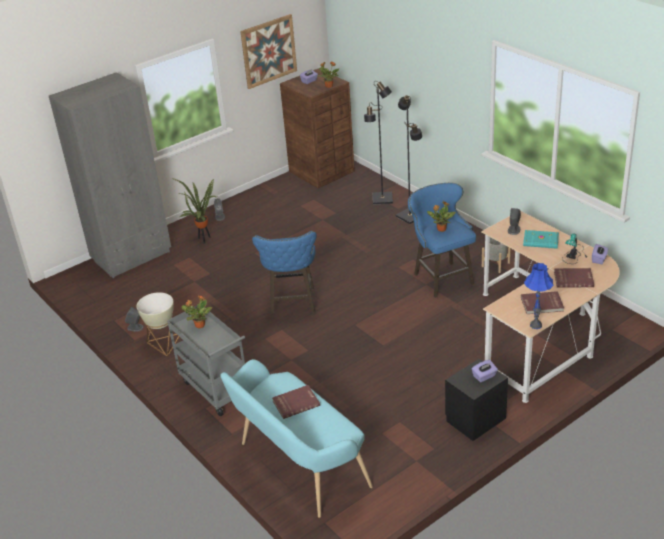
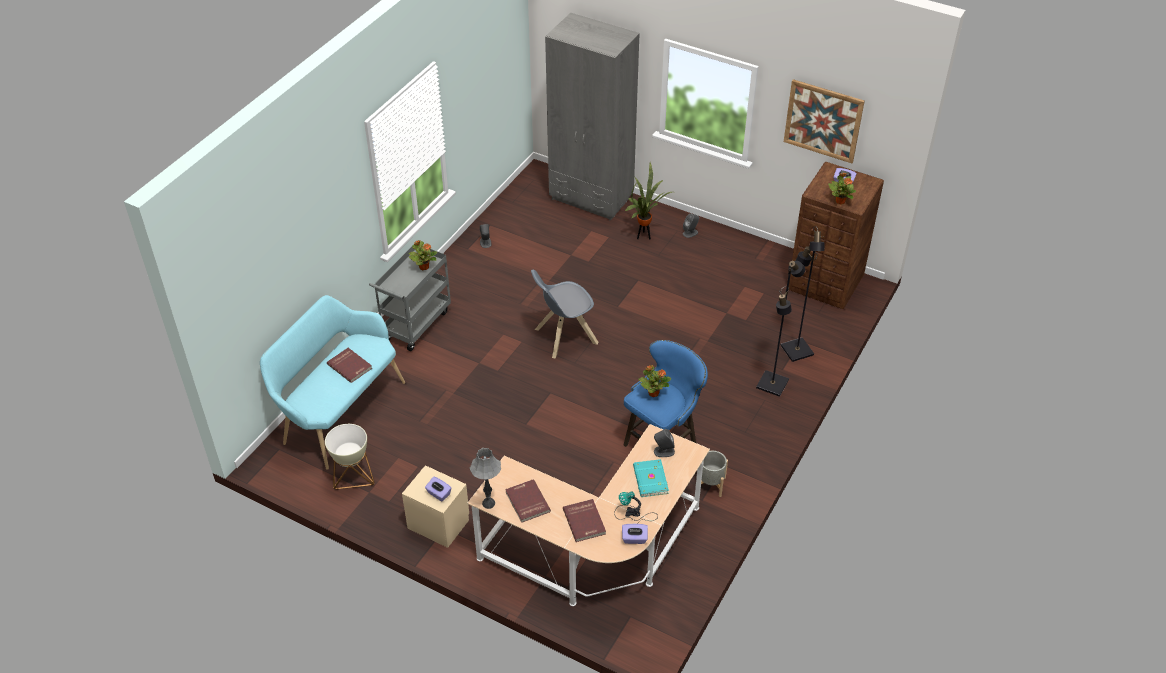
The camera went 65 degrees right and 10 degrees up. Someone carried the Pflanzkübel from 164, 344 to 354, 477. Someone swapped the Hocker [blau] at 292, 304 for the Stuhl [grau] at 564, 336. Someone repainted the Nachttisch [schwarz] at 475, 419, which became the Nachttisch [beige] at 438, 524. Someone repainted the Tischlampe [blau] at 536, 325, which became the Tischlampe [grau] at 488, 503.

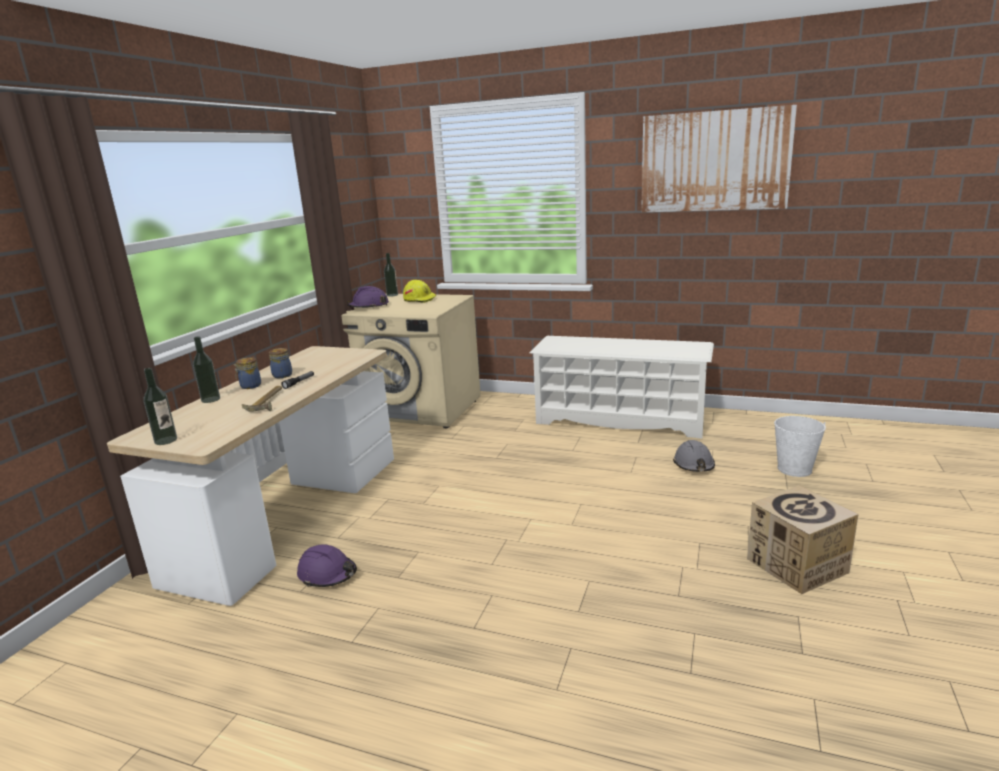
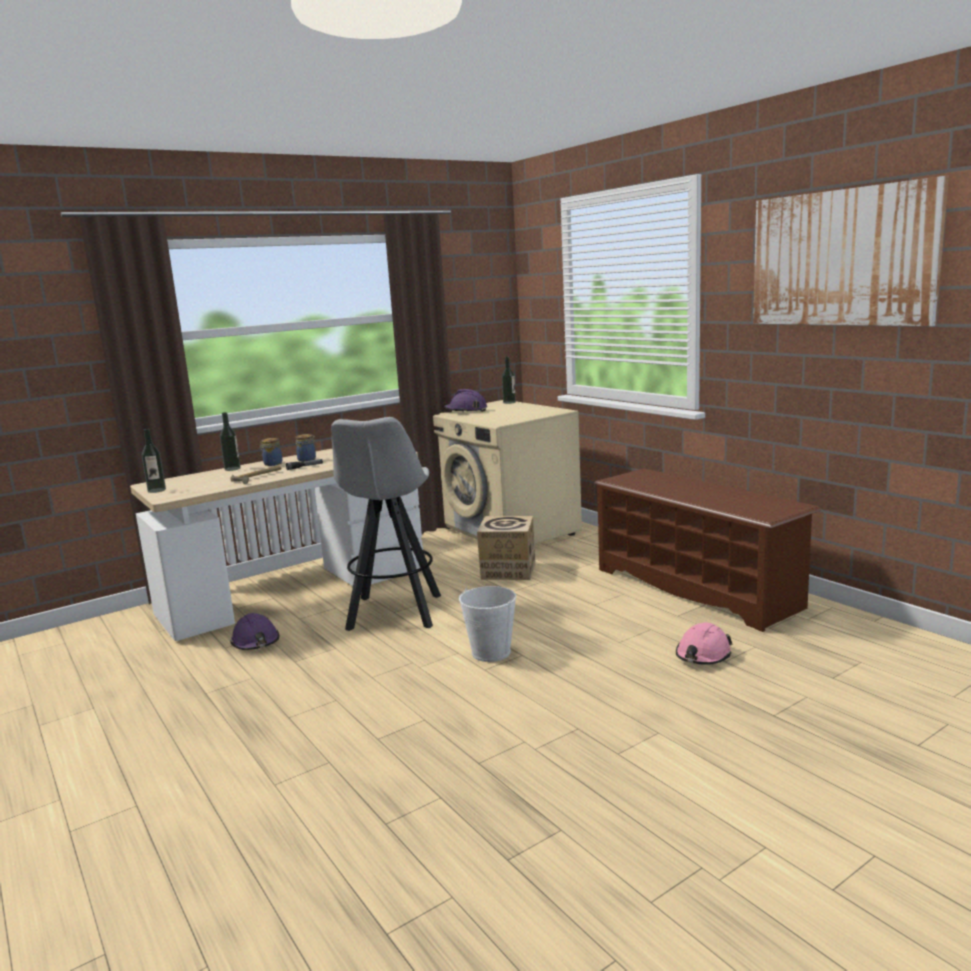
The camera went 35 degrees right and 5 degrees down. Someone took away the Schutzhelm [gelb] at 420, 299. Someone put down the Hocker [grau] at 393, 613. Someone carried the Karton from 797, 565 to 508, 570. Someone carried the Eimer [weiß] from 794, 469 to 491, 652. Someone repainted the Schuhregal [weiß] at 620, 420, which became the Schuhregal [braun] at 697, 588. Someone repainted the Schutzhelm [grau] at 694, 465, which became the Schutzhelm [rosa] at 703, 655.

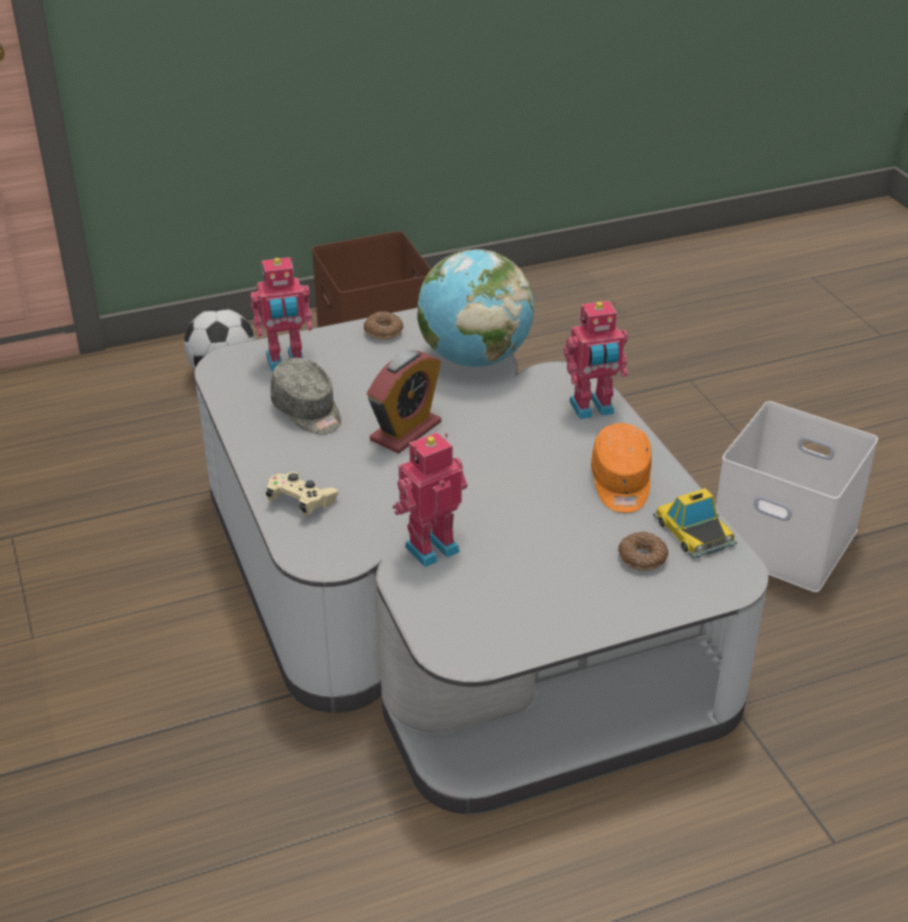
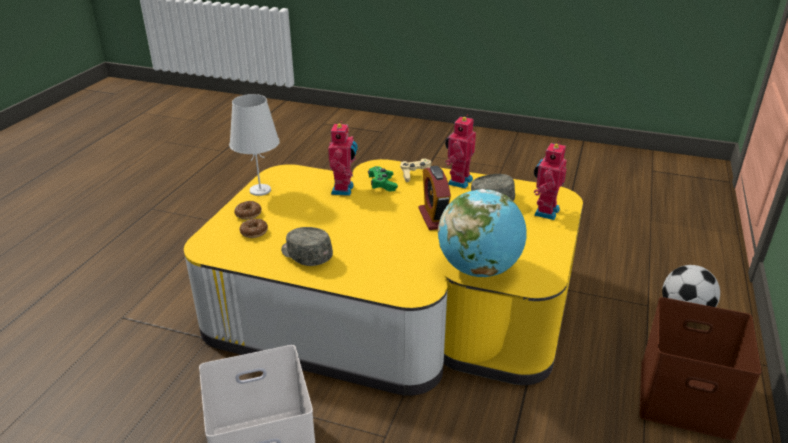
The camera went 130 degrees right and 5 degrees down. Someone took away the Spielzeugauto at 694, 531. Someone put down the Tischlampe [weiß] at 260, 190. Someone put down the Gamepad [grün] at 382, 184. Someone carried the Donut from 383, 332 to 248, 214. Someone carried the Spielzeugroboter from 592, 409 to 458, 181. Someone repainted the Couchtisch [grau] at 453, 585, which became the Couchtisch [gelb] at 394, 301. Someone repainted the Kappe [orange] at 621, 483, which became the Kappe [grau] at 305, 255.

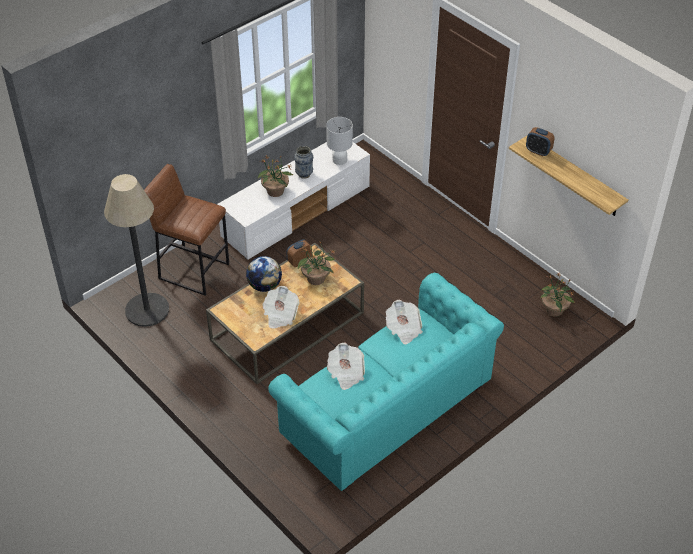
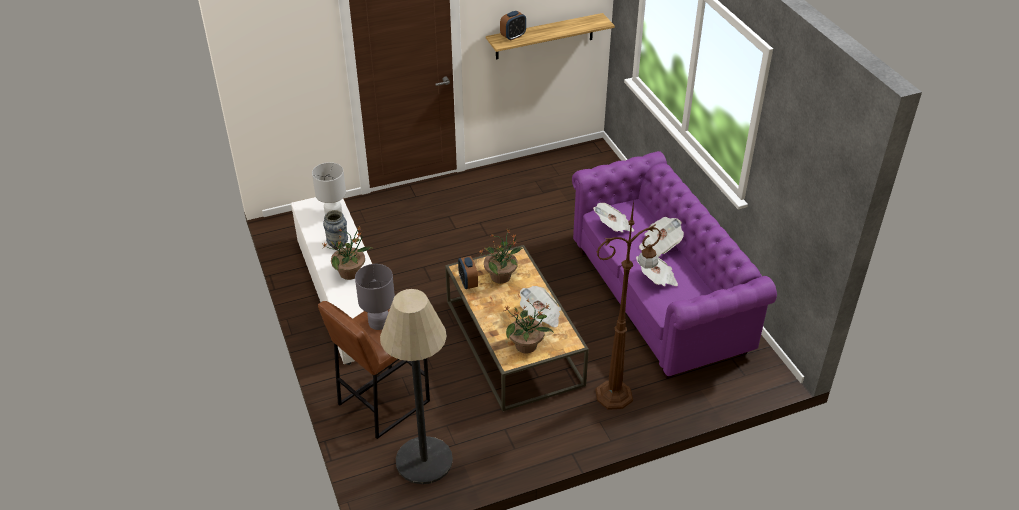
The camera went 70 degrees left and 5 degrees down. Someone took away the Globus at 264, 286. Someone put down the Tischlampe [grau] at 379, 322. Someone put down the Stehlampe [braun] at 616, 395. Someone put down the Zeitung at 659, 245. Someone carried the Topfpflanze from 554, 310 to 527, 346. Someone repainted the Sofa [türkis] at 386, 411, which became the Sofa [lila] at 658, 299.

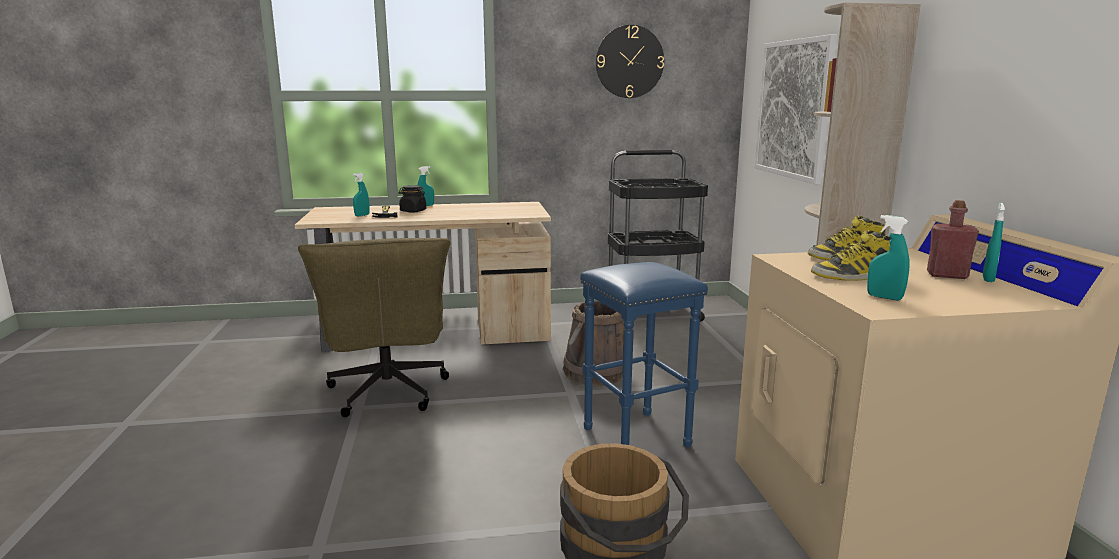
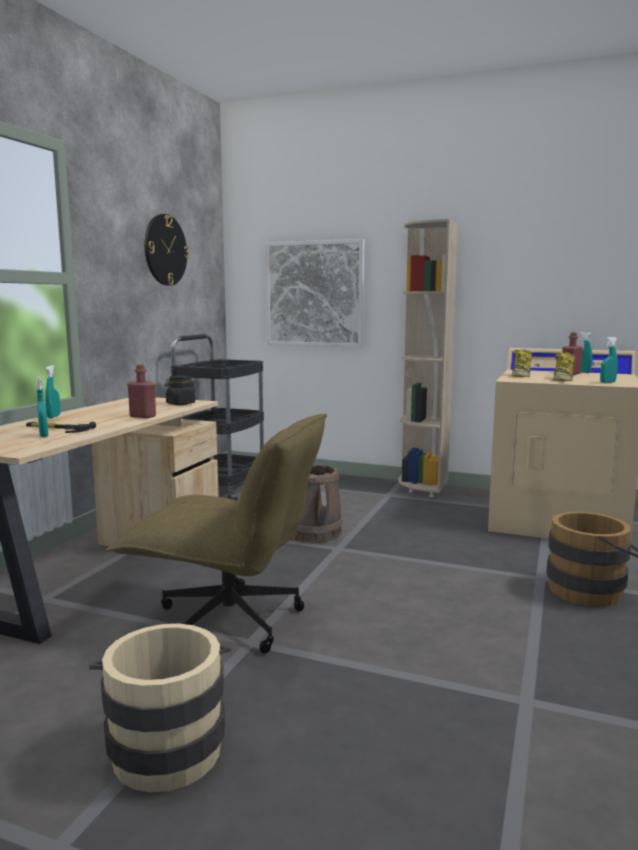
The camera went 60 degrees left and 5 degrees down. Someone took away the Hocker [blau] at 639, 437. Someone put down the Eimer [beige] at 166, 745. Someone put down the Flasche [rot] at 143, 416. Someone carried the Vorratsglas [schwarz] from 413, 211 to 180, 404.

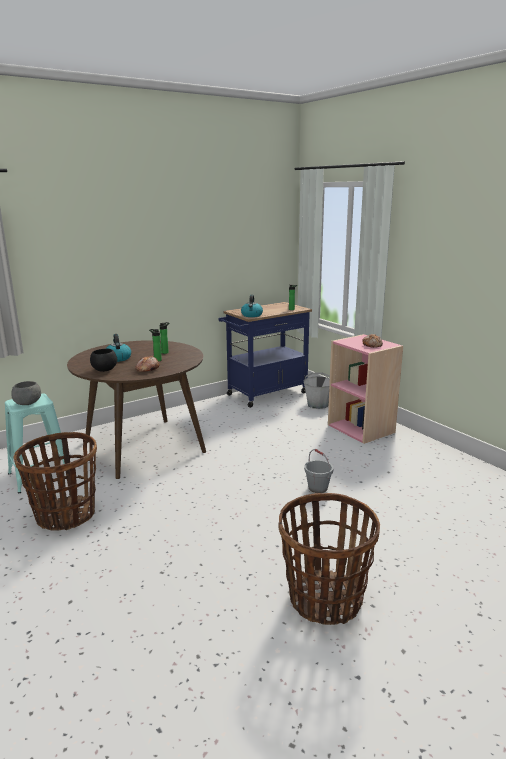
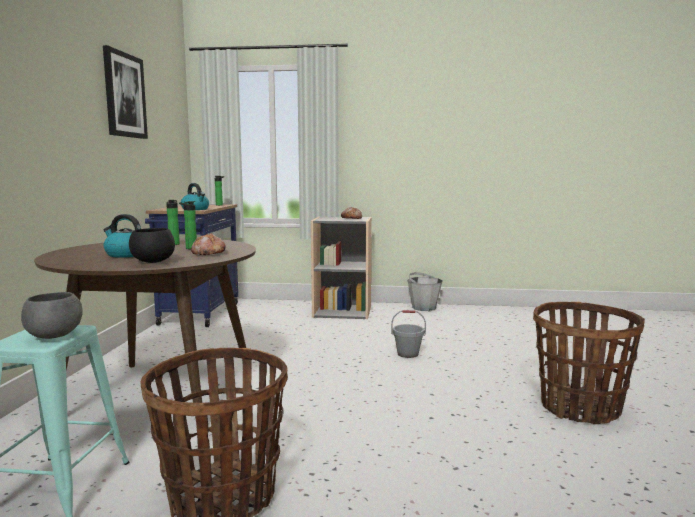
The camera went 50 degrees left and 10 degrees down. Someone put up the Bild at 124, 95. Someone carried the Eimer [grau] from 317, 404 to 424, 307. Someone repainted the Bücherregal [rosa] at 362, 429, which became the Bücherregal [grau] at 343, 311.

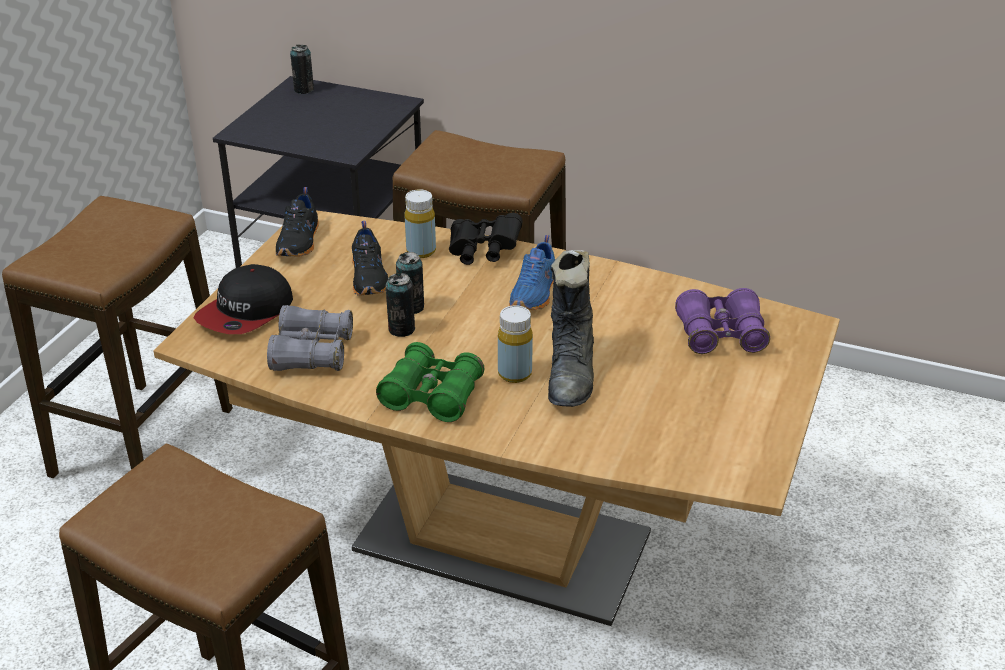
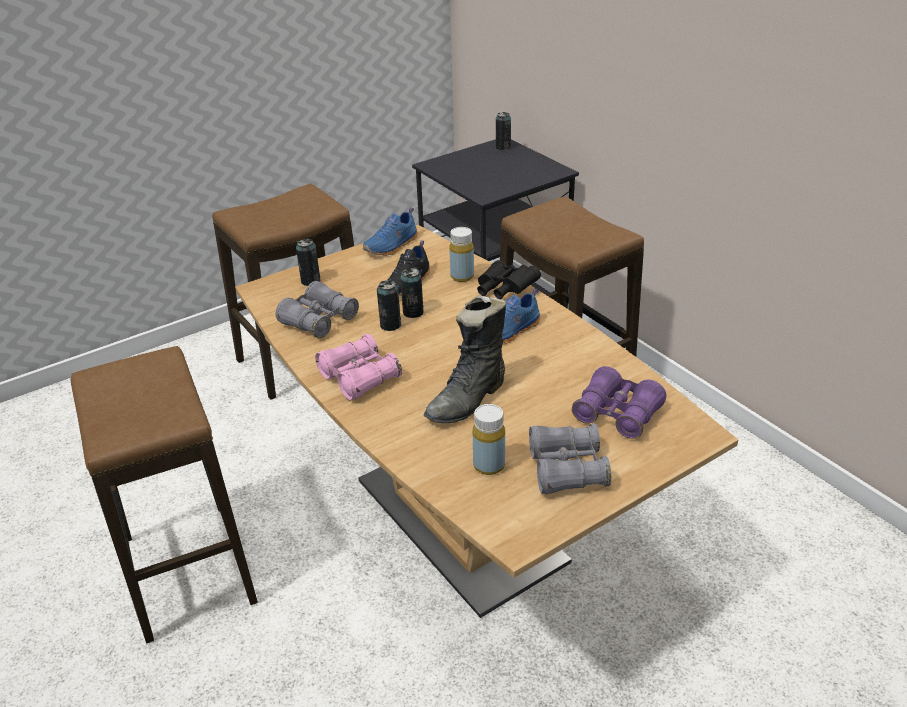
The camera went 35 degrees right and 0 degrees up. Someone put down the Fernglas [grau] at 567, 469. Someone carried the Flasche [gelb] from 514, 374 to 489, 465. Someone swapped the Kappe at 246, 312 for the Dose at 310, 281. Someone repainted the Schuh [schwarz] at 300, 242, which became the Schuh [blau] at 392, 246. Someone repainted the Fernglas [grün] at 432, 395, which became the Fernglas [rosa] at 359, 377.

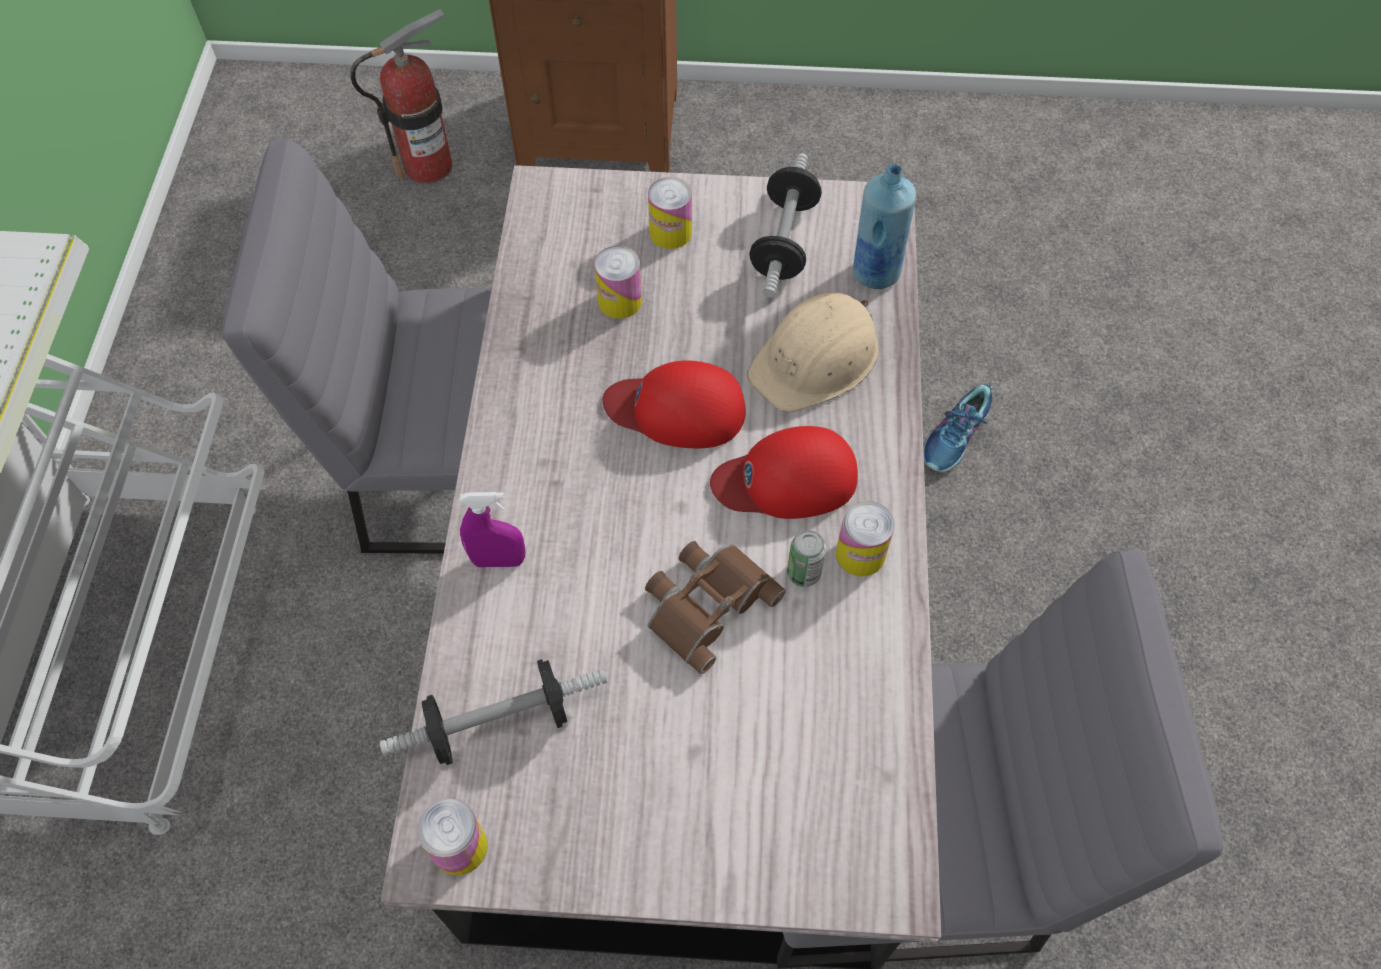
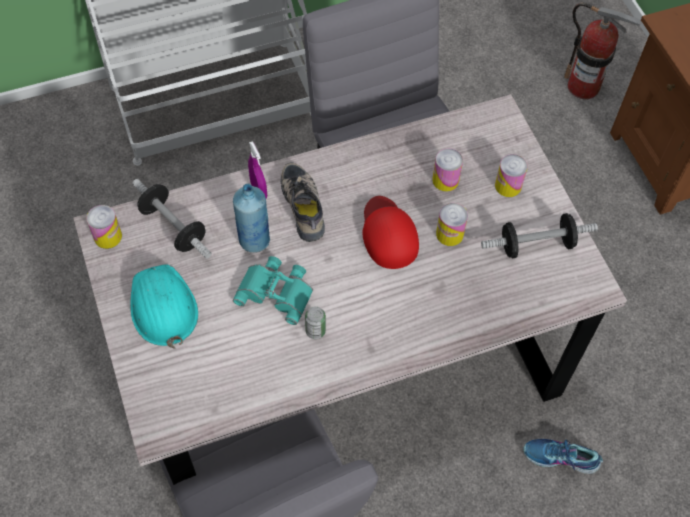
The camera went 65 degrees right and 0 degrees up. Someone took away the Kappe [rot] at 787, 479. Someone took away the Schutzhelm [beige] at 816, 359. Someone put down the Schutzhelm [türkis] at 163, 308. Someone put down the Schuh at 305, 206. Someone carried the Dose from 860, 554 to 449, 234. Someone carried the Flasche [blau] from 875, 272 to 254, 240. Someone repainted the Fernglas [braun] at 706, 602, which became the Fernglas [türkis] at 277, 291.

